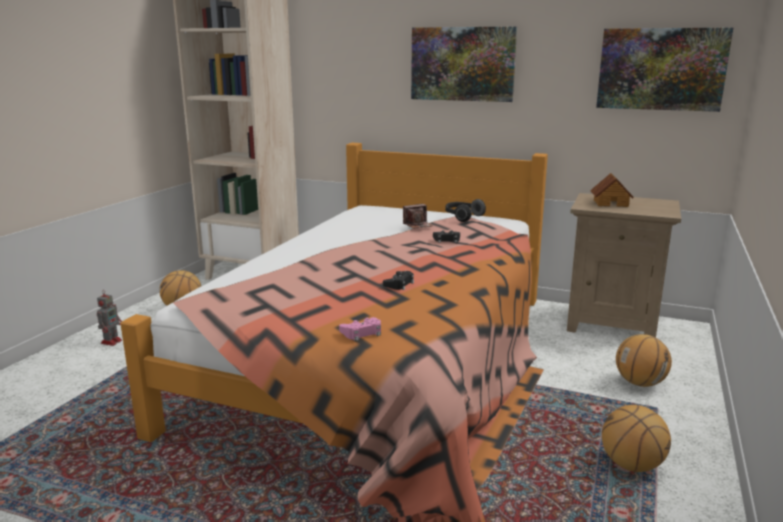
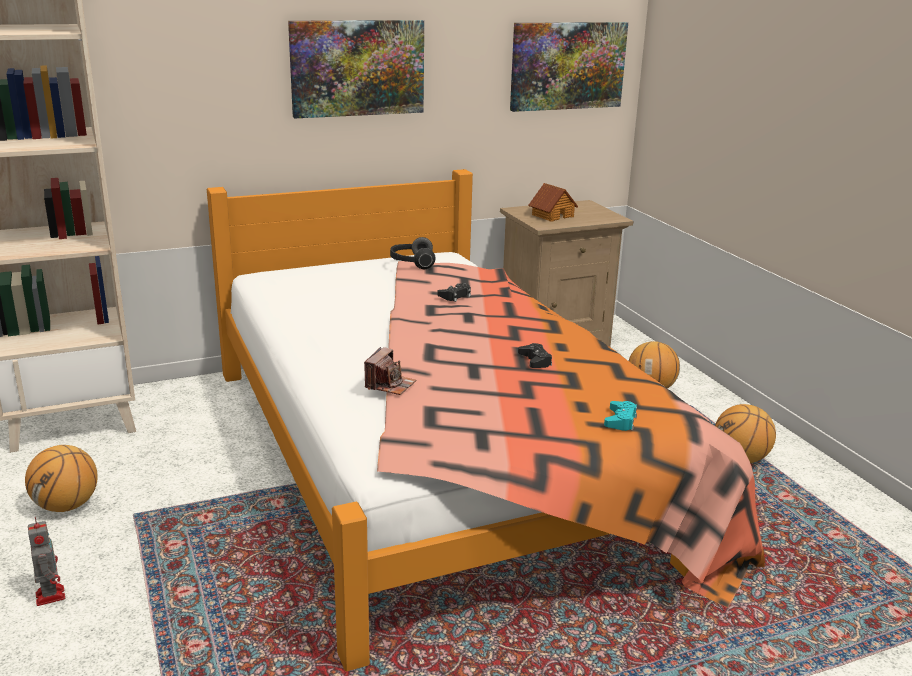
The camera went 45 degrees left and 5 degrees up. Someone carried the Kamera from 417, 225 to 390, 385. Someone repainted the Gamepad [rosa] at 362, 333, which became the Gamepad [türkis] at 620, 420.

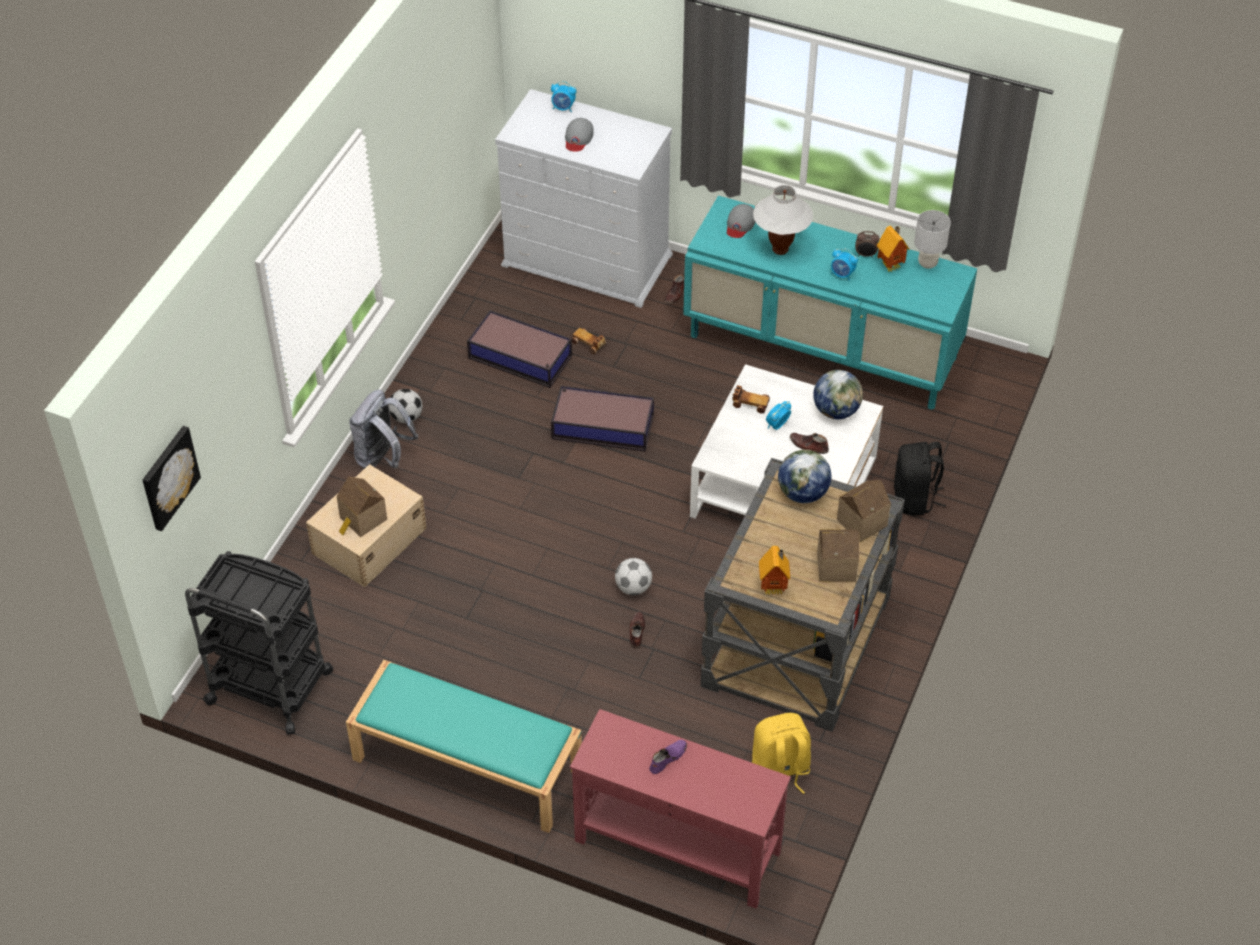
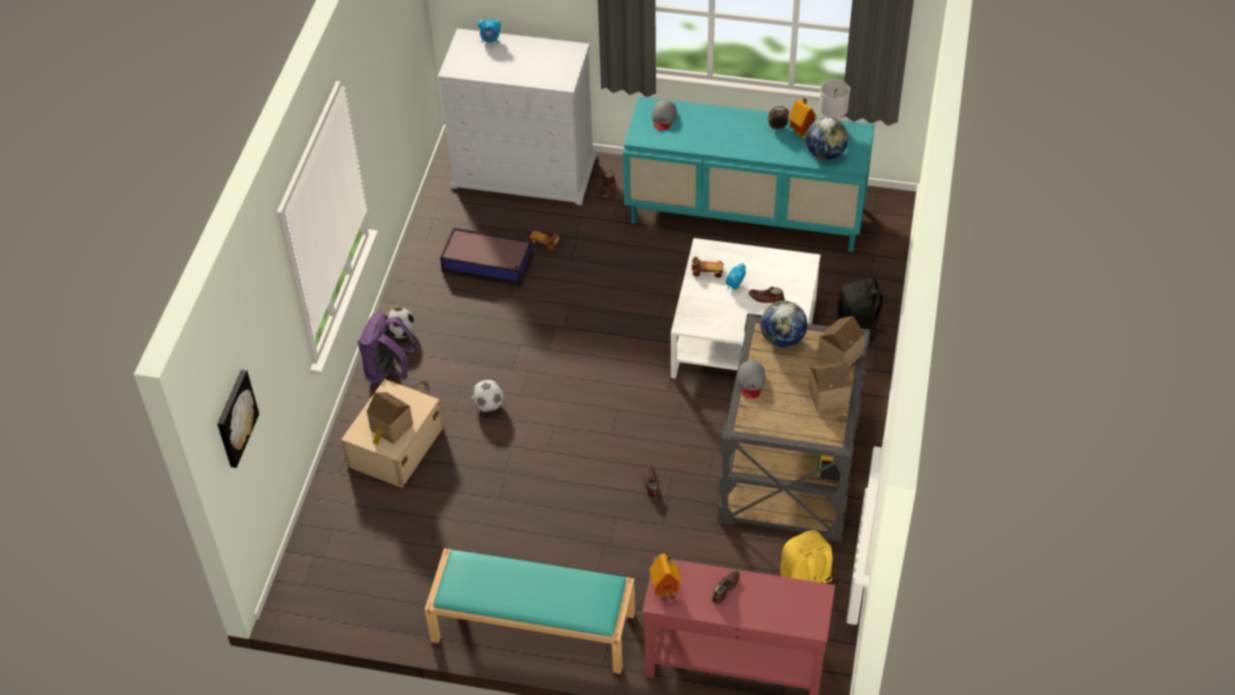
The camera went 10 degrees left and 0 degrees up. Someone took away the Rollwagen [schwarz] at 270, 686. Someone took away the Aufbewahrungsbox at 601, 426. Someone took away the Tischlampe [weiß] at 780, 249. Someone took away the Wecker at 842, 275. Someone carried the Kappe [grau] from 578, 137 to 751, 381. Someone carried the Fußball from 633, 588 to 488, 406. Someone carried the Spielzeughaus from 774, 588 to 666, 590. Someone carried the Globus from 836, 411 to 825, 153. Someone repainted the Rucksack [grau] at 383, 458, which became the Rucksack [lila] at 389, 372. Someone repainted the Schuh [lila] at 667, 758, which became the Schuh [braun] at 725, 588.

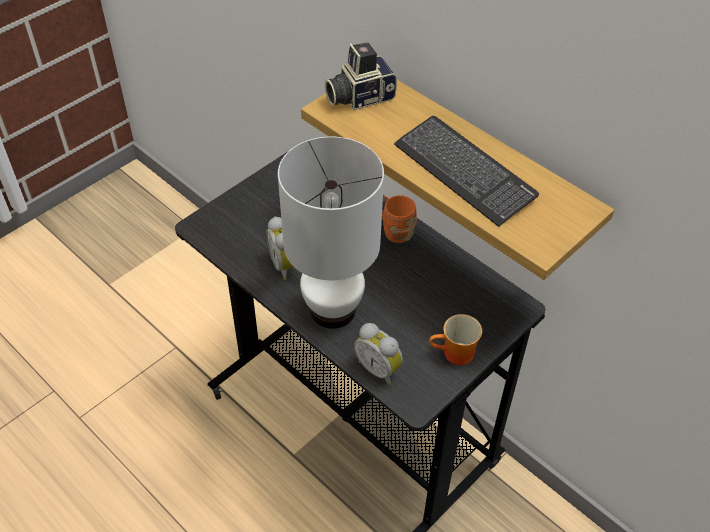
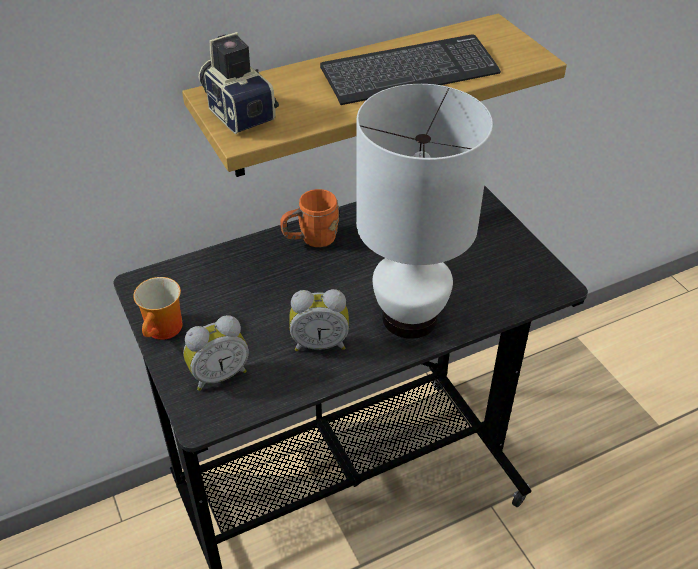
The camera went 70 degrees left and 5 degrees down. Someone carried the Wecker from 379, 368 to 218, 374. Someone carried the Henkelbecher from 455, 355 to 165, 330. Someone rotated the Kamera at 359, 96 by 150 degrees clockwise.

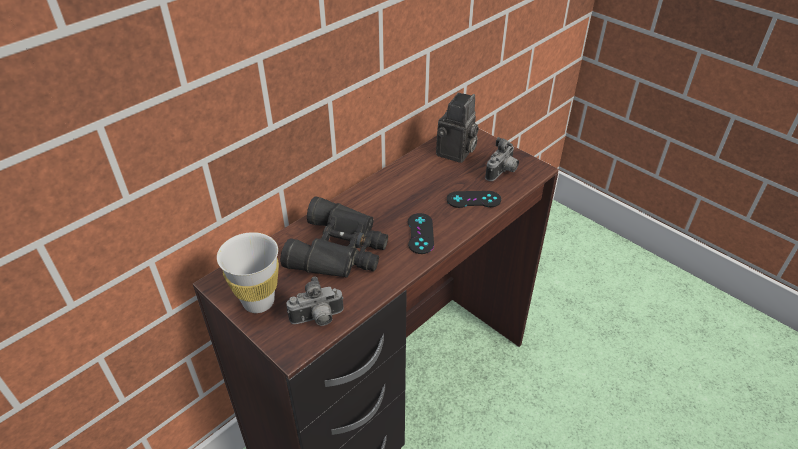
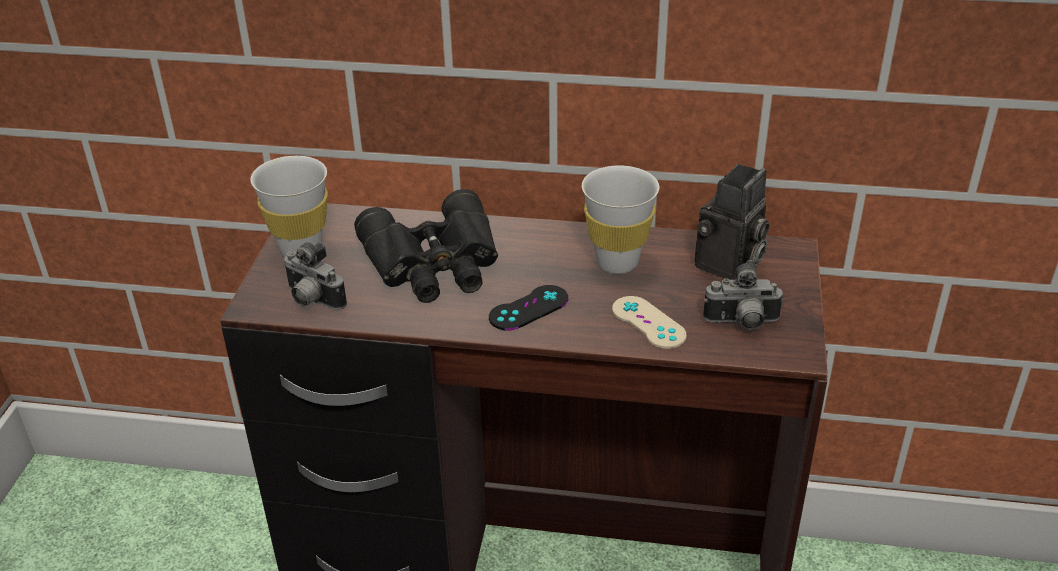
The camera went 55 degrees right and 5 degrees down. Someone put down the Tasse [weiß] at 617, 262. Someone repainted the Gamepad [schwarz] at 473, 199, which became the Gamepad [beige] at 648, 323. Someone rotated the Kamera at 456, 153 by 45 degrees counterclockwise.

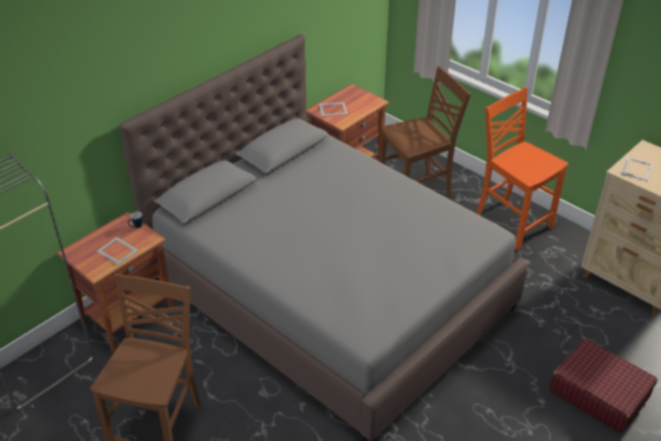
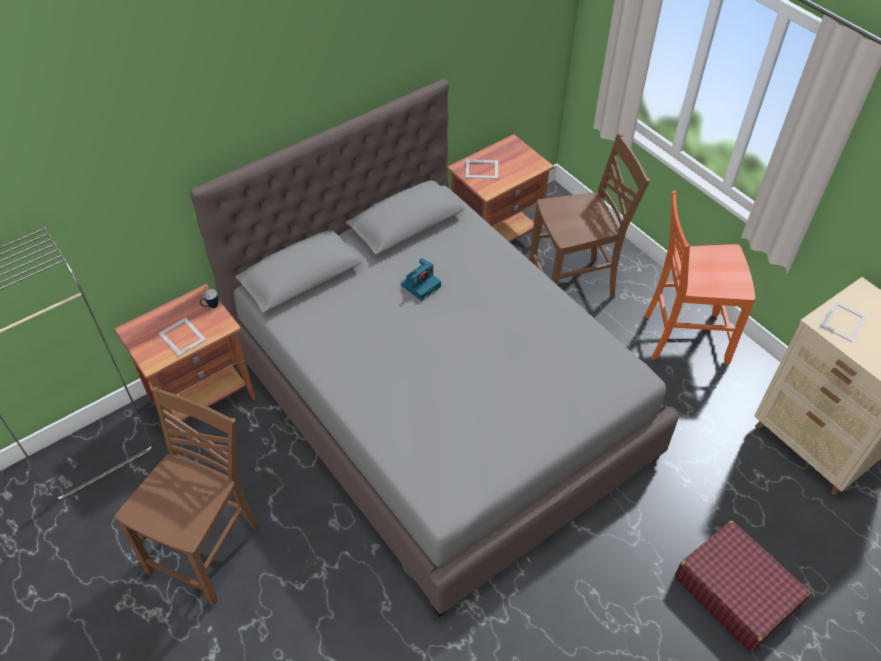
The camera went 10 degrees right and 10 degrees up. Someone put down the Kamera at 421, 285. Someone rotated the Stuhl [orange] at 511, 222 by 60 degrees counterclockwise.

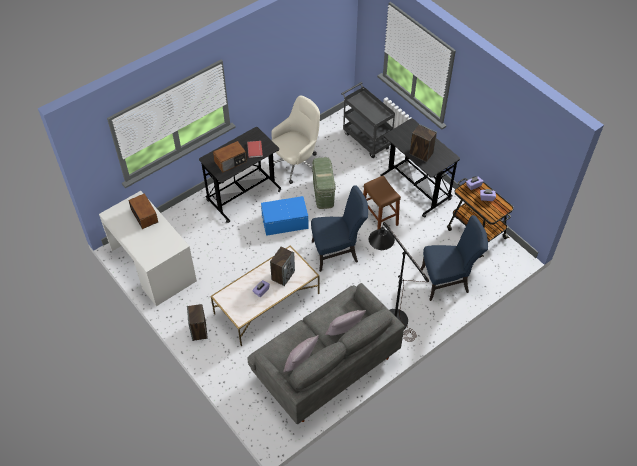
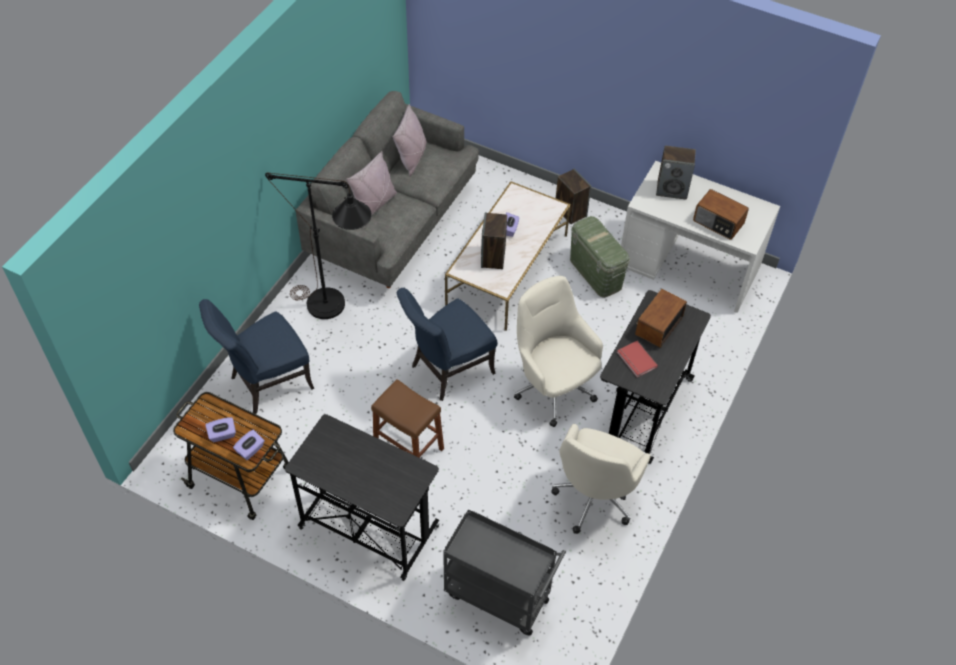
The camera went 155 degrees right and 0 degrees up. Someone carried the Aufbewahrungsbox [grün] from 323, 193 to 595, 273. Someone carried the Lautsprecher from 421, 154 to 672, 189. Someone swapped the Aufbewahrungsbox [blau] at 284, 221 for the Bürostuhl [beige] at 552, 389.

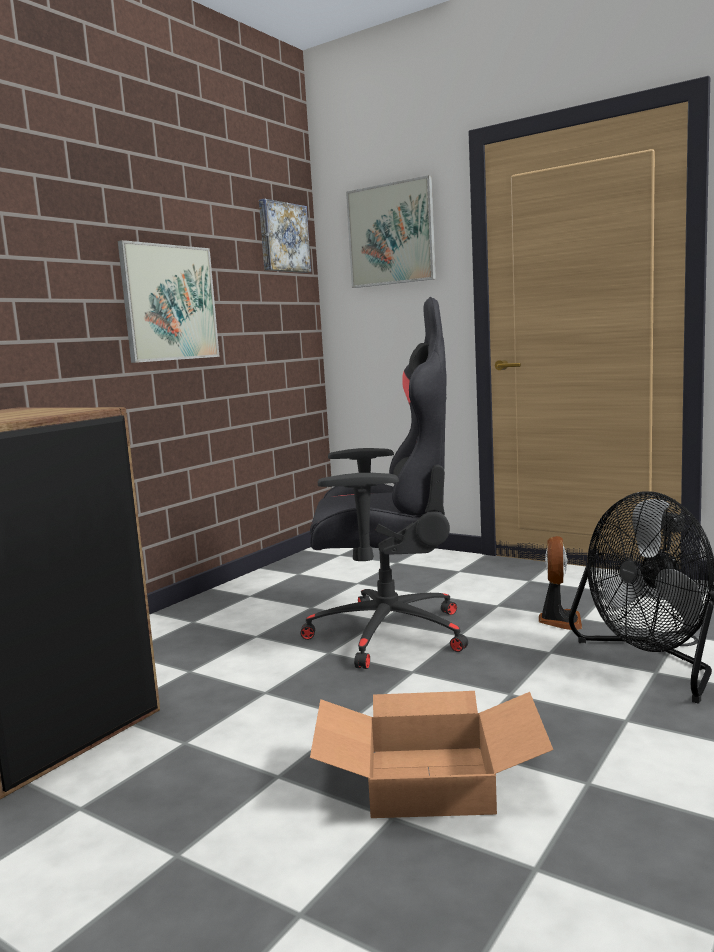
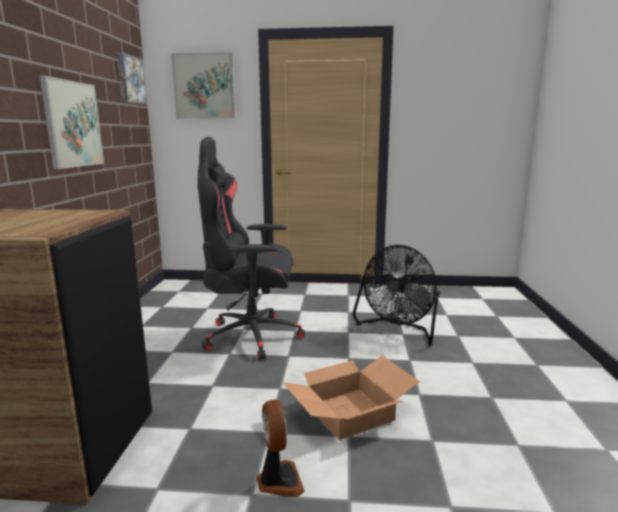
The camera went 30 degrees left and 5 degrees up. Someone carried the Ventilator from 559, 620 to 278, 481. Someone rotated the Bürostuhl [schwarz] at 386, 634 by 150 degrees counterclockwise.

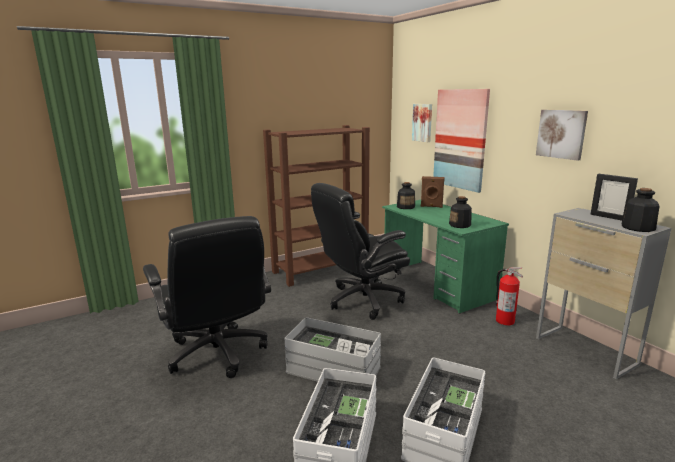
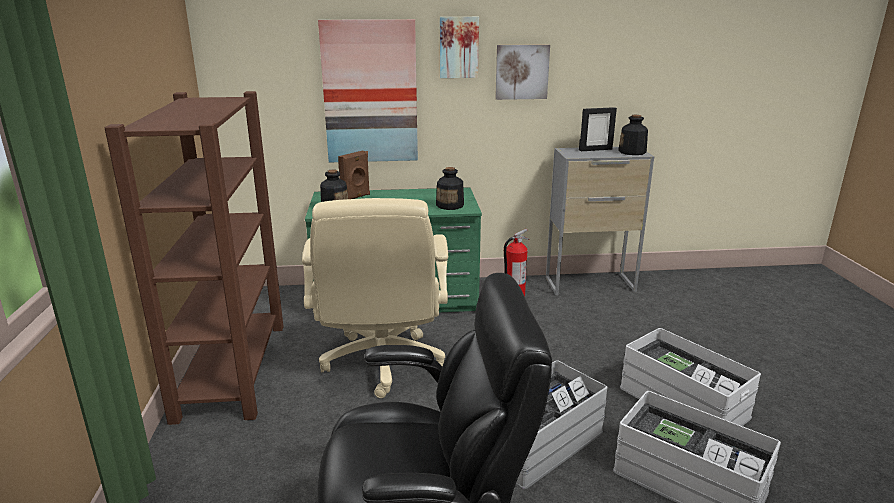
The camera went 65 degrees left and 5 degrees up. Someone carried the Bild from 423, 122 to 458, 47. Someone repainted the Bürostuhl [schwarz] at 360, 300, which became the Bürostuhl [beige] at 381, 366.

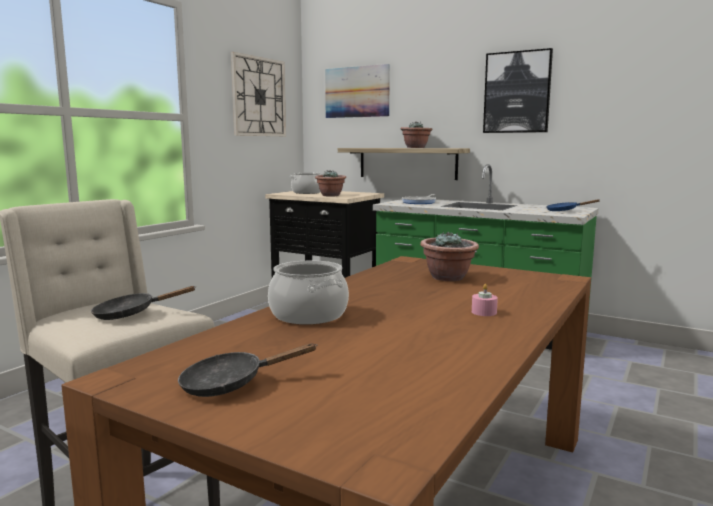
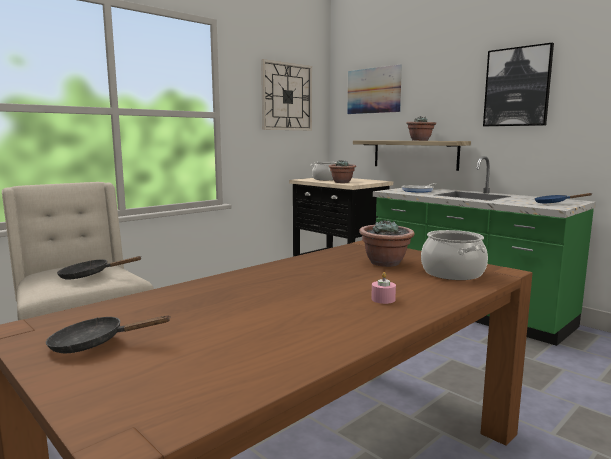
The camera went 15 degrees right and 0 degrees up. Someone carried the Kochtopf from 308, 315 to 452, 273.

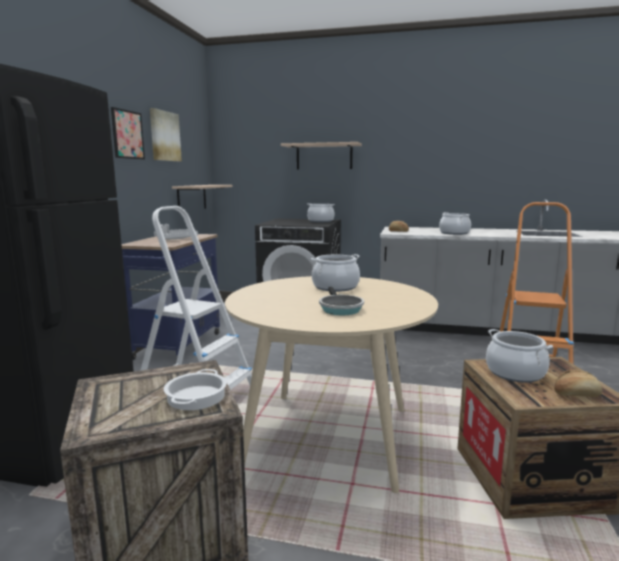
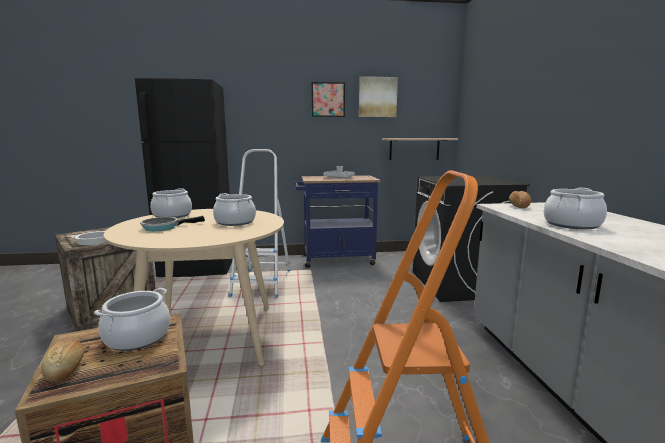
The camera went 70 degrees right and 0 degrees up. Someone took away the Wandregal at 324, 156. Someone carried the Kochtopf from 320, 221 to 172, 215.

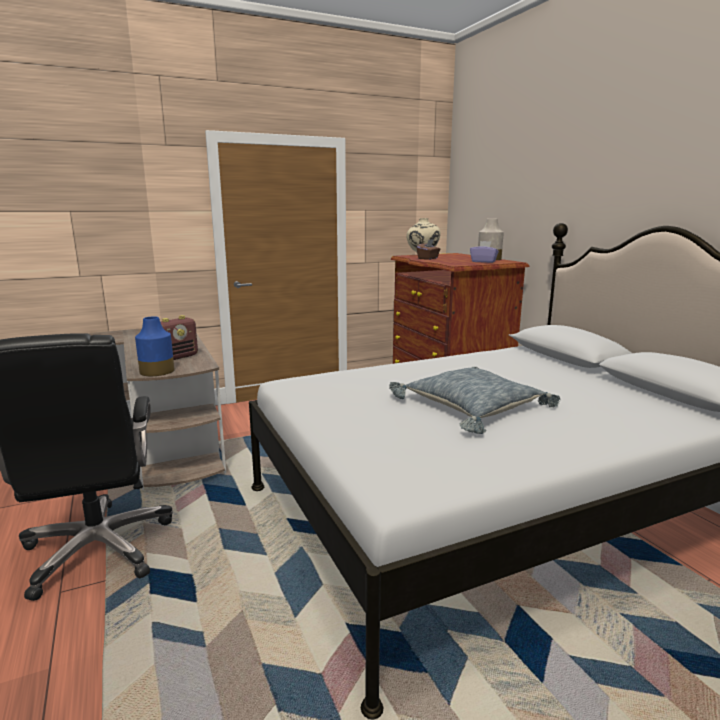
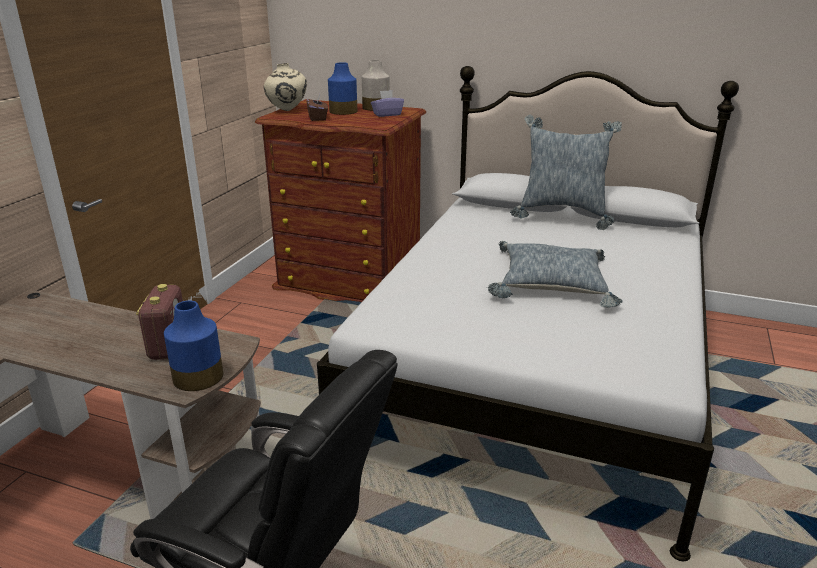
The camera went 45 degrees left and 10 degrees up. Someone put down the Vase [blau] at 343, 111. Someone put down the Kissen at 561, 219.

